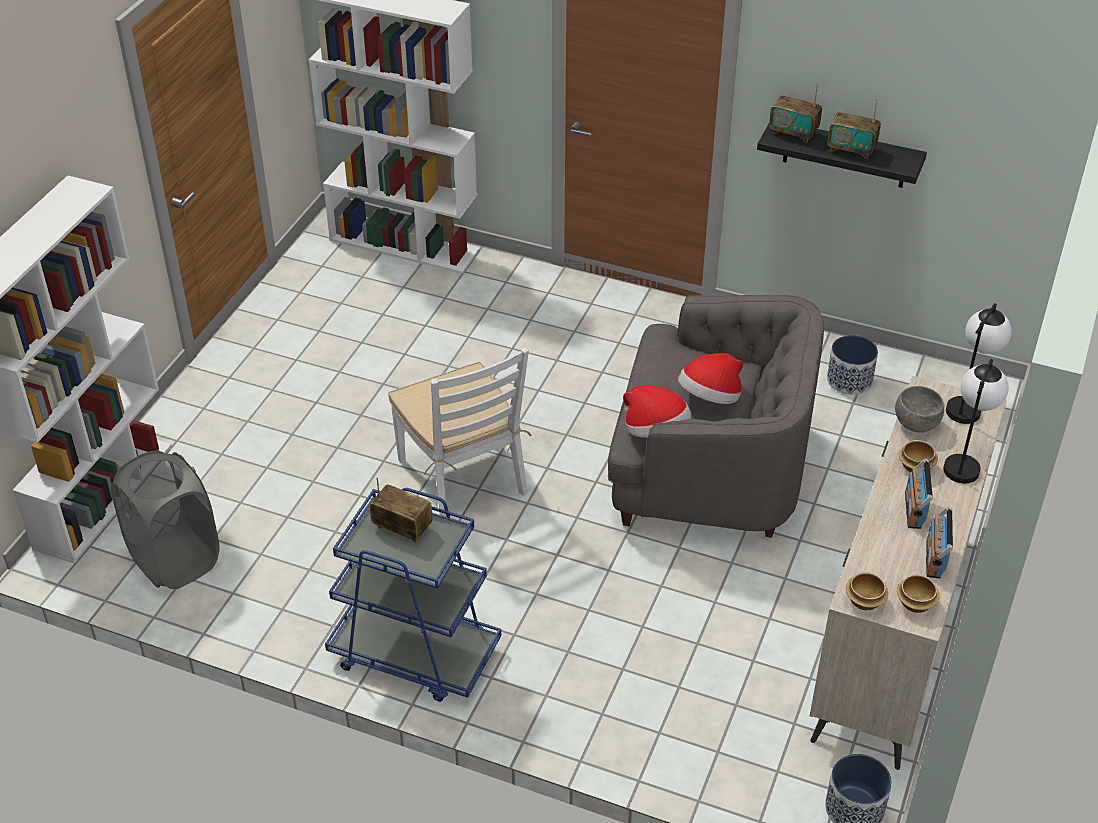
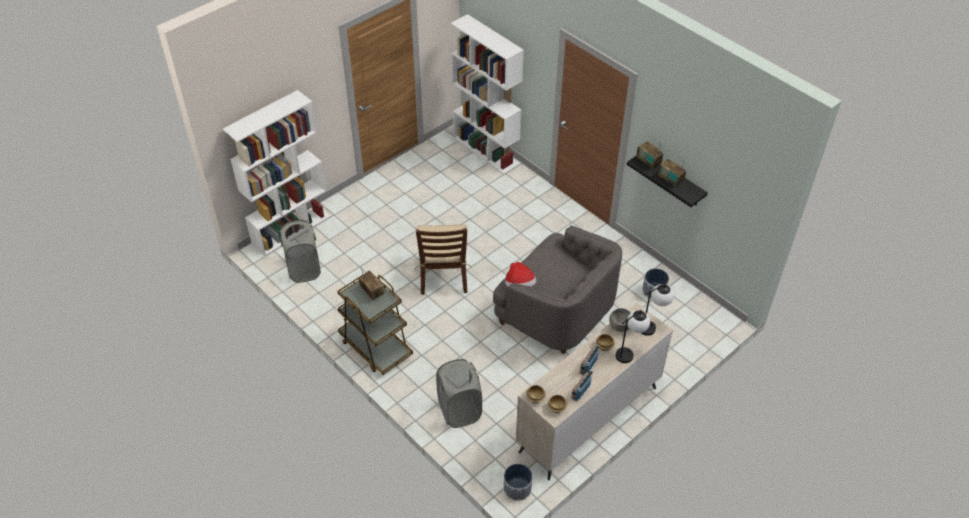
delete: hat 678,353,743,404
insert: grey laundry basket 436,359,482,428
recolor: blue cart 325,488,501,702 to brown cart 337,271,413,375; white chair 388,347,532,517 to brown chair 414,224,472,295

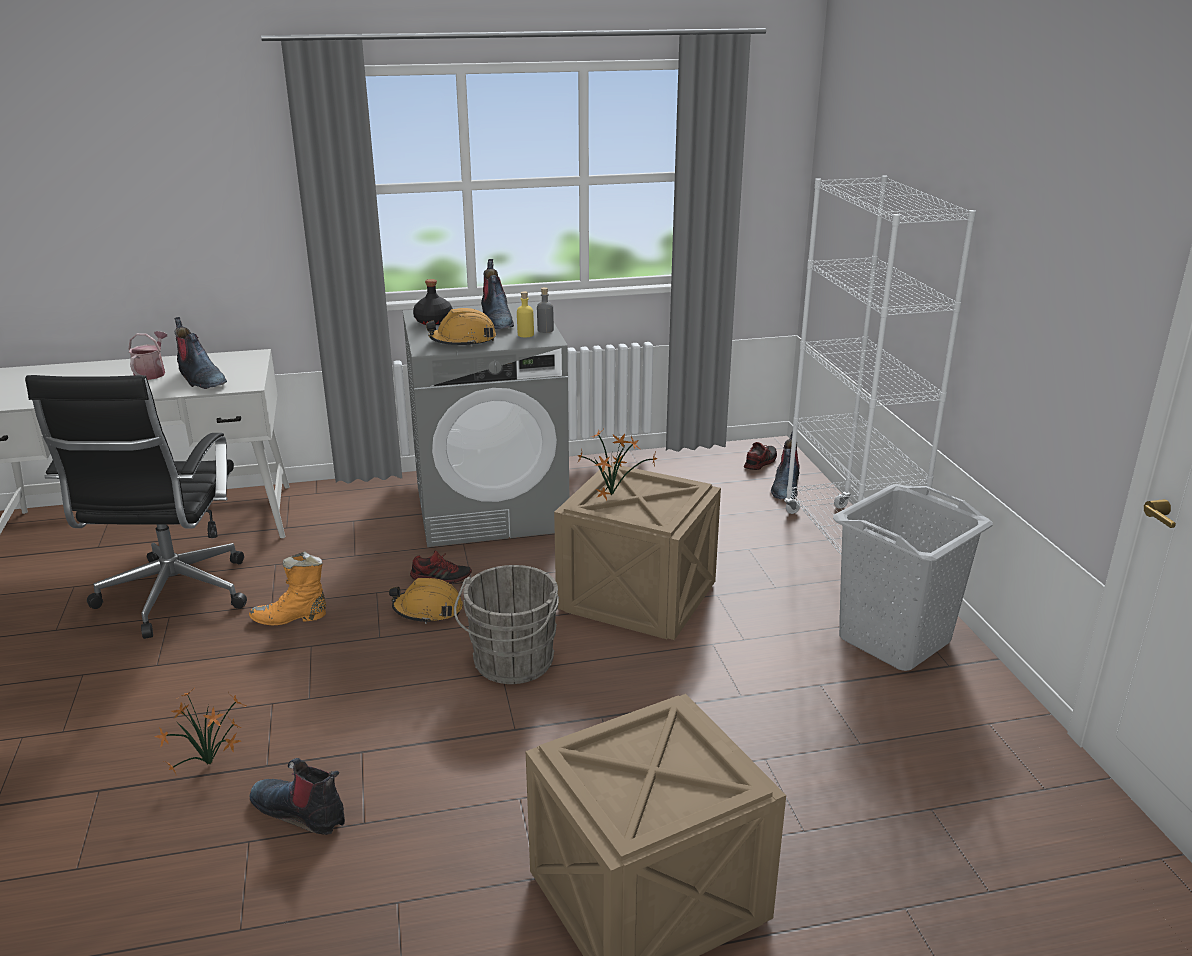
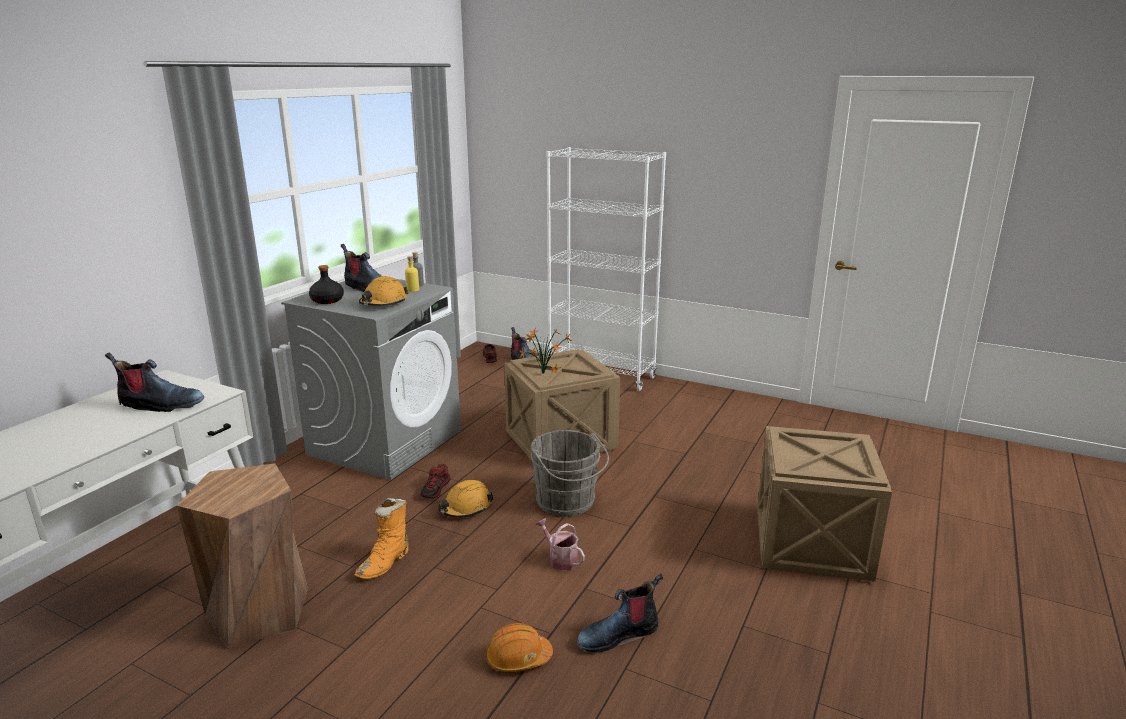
delete: grey laundry basket 833,484,993,671
move: watering can 128,331,167,380 to 535,518,585,570
replace: black office chair 25,375,247,639 to brown stool 177,463,308,648; potted plant 154,689,247,774 to orange hard hat 486,623,553,672
rotate: shoe 410,551,472,584 = 421,464,451,498 150 degrees clockwise

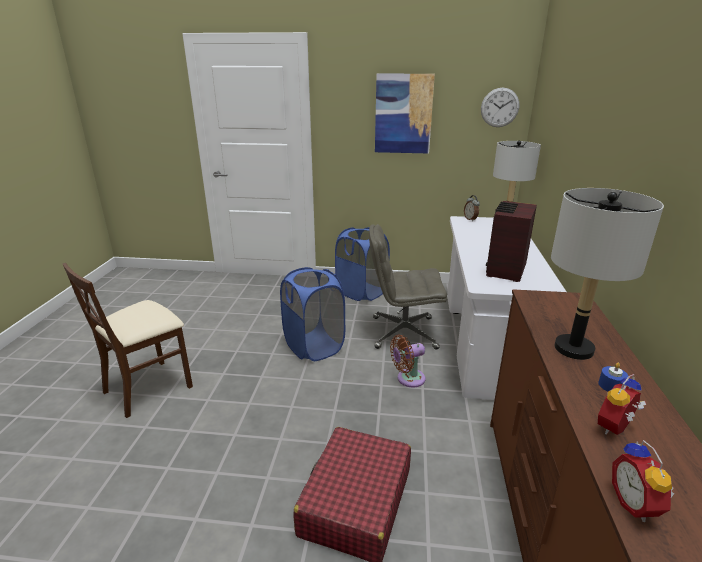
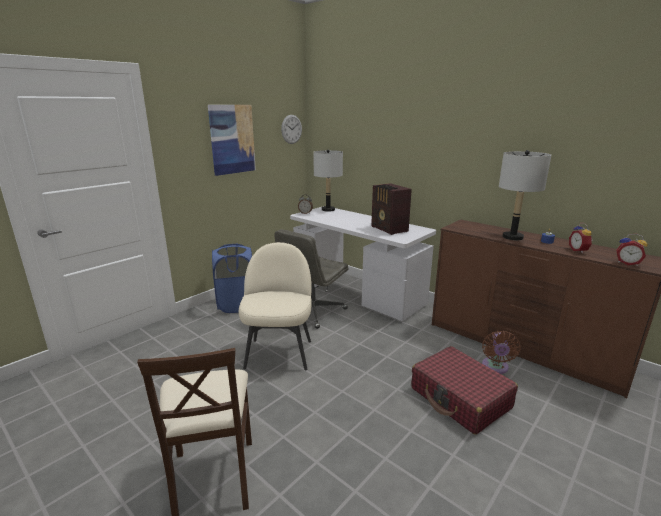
move: brown fan 390,335,426,387 to 482,331,521,374
replace: blue laundry basket 280,267,345,361 to beige chair 239,242,312,370

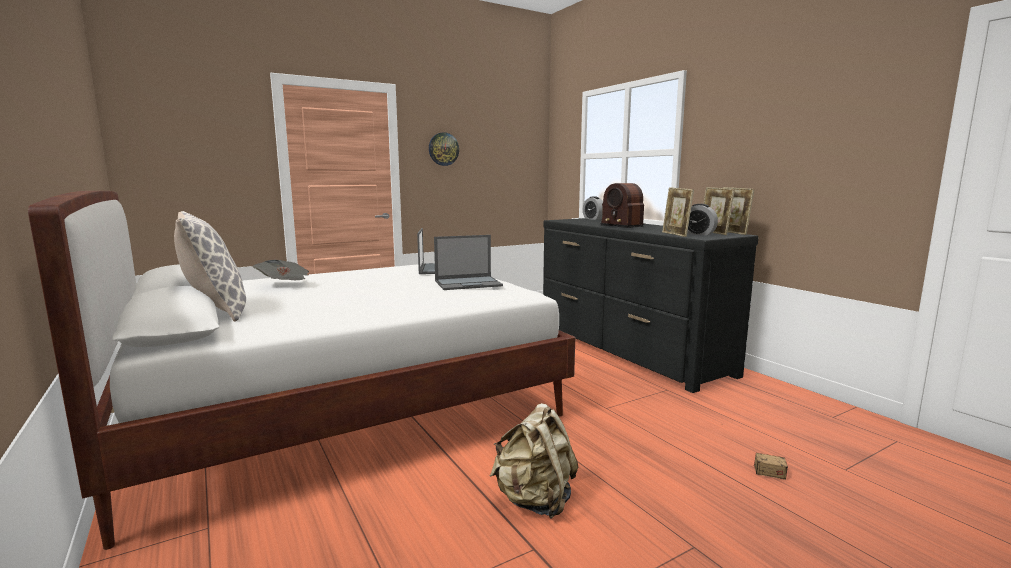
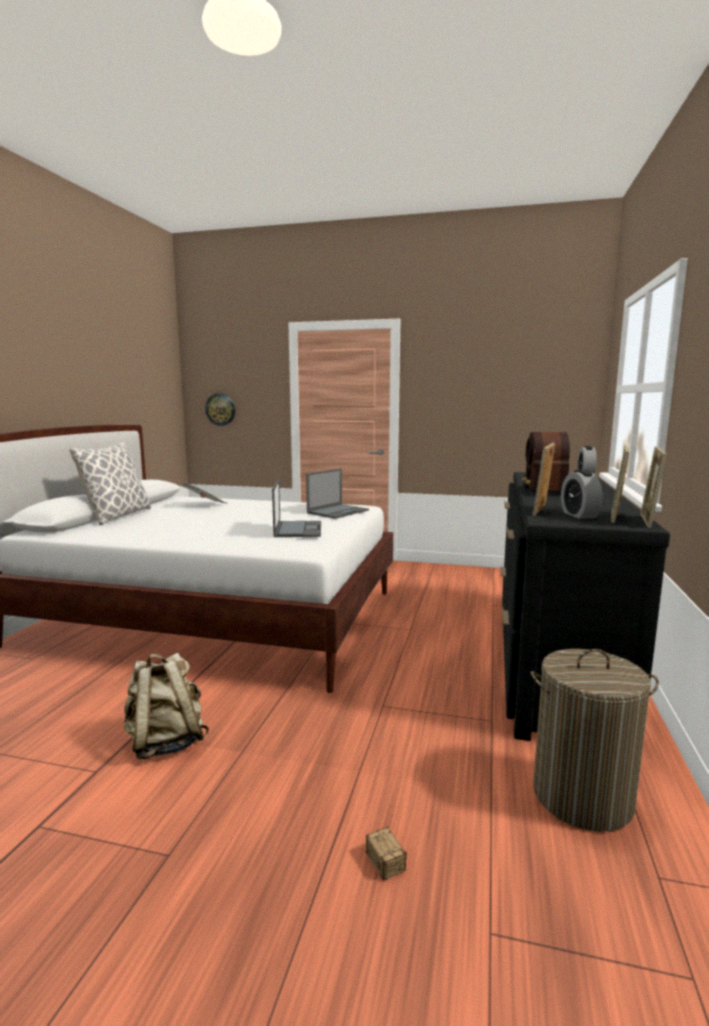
insert: laundry basket 530,649,659,832
move: wall clock 429,132,459,166 to 205,393,235,426
rotate: laptop 434,235,503,290 = 272,479,321,537 120 degrees counterclockwise

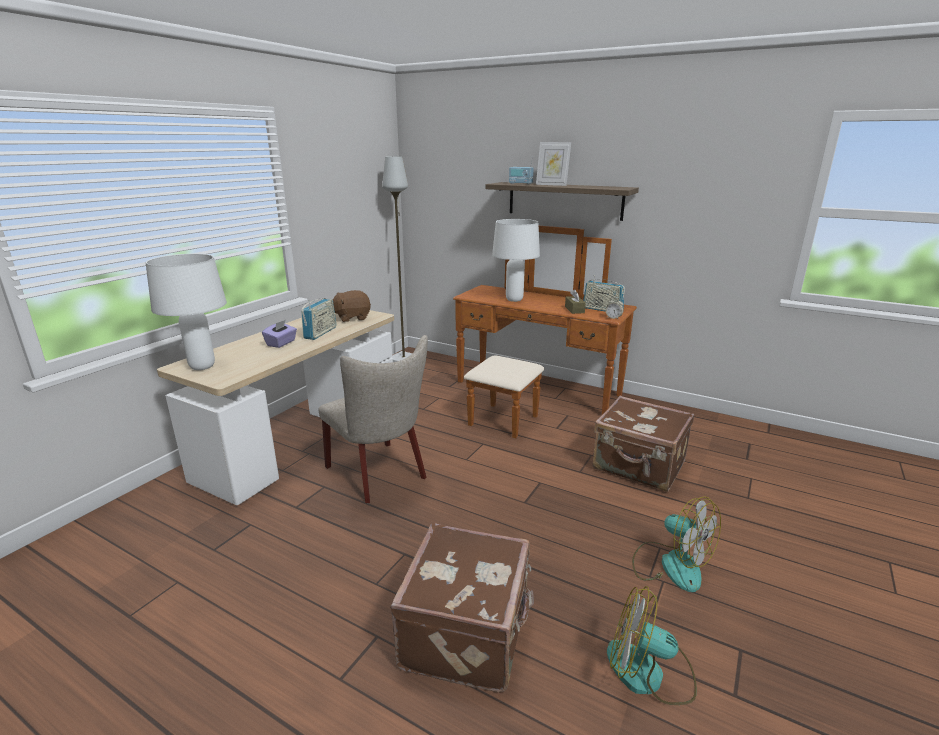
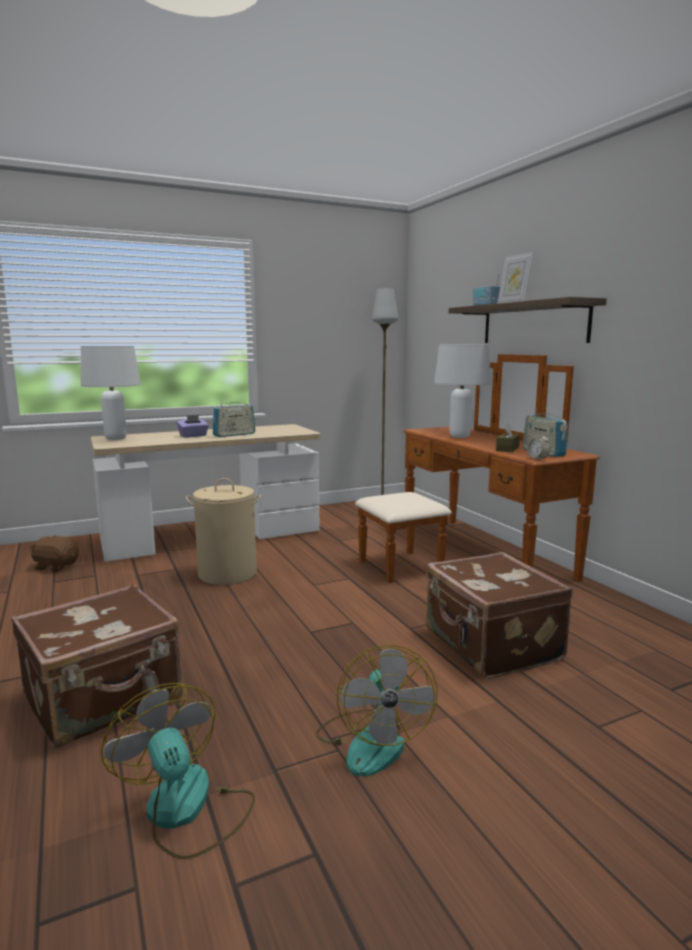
move: brown plush toy 333,290,371,322 to 30,535,79,572
replace: beige chair 318,335,428,503 to beige laundry basket 186,478,261,585

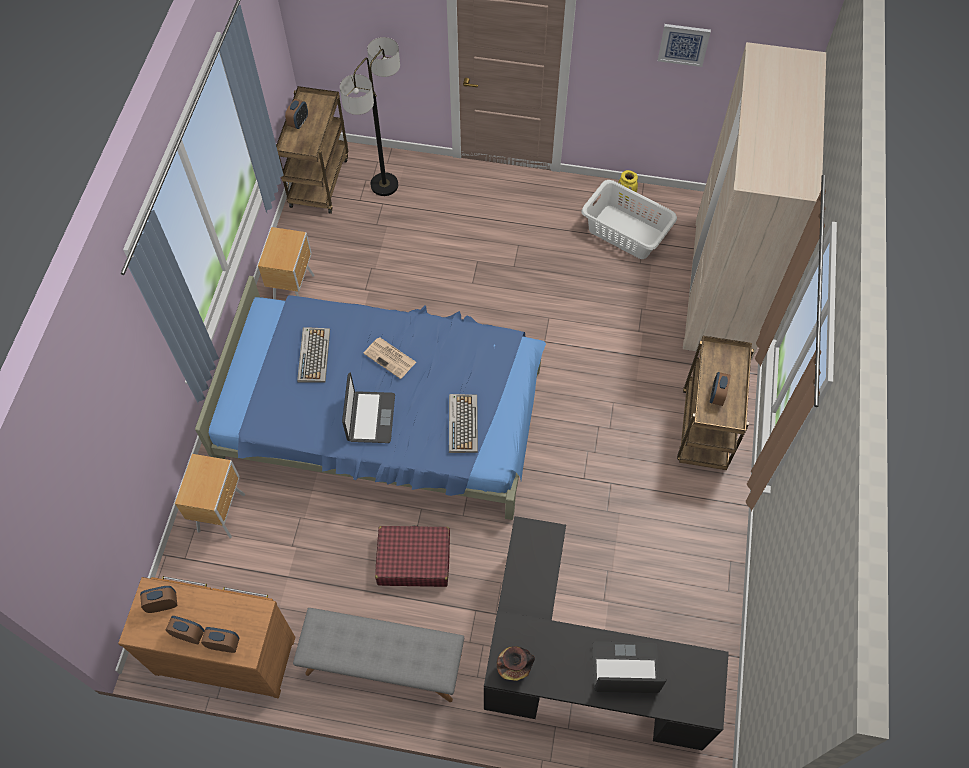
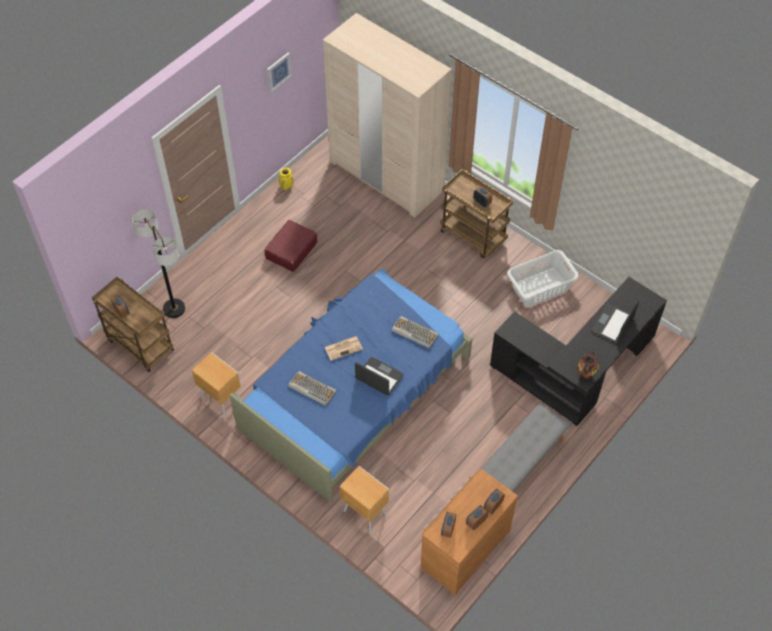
move: red suitcase 375,525,450,587 to 264,220,317,272; white laundry basket 581,180,677,259 to 507,250,579,307

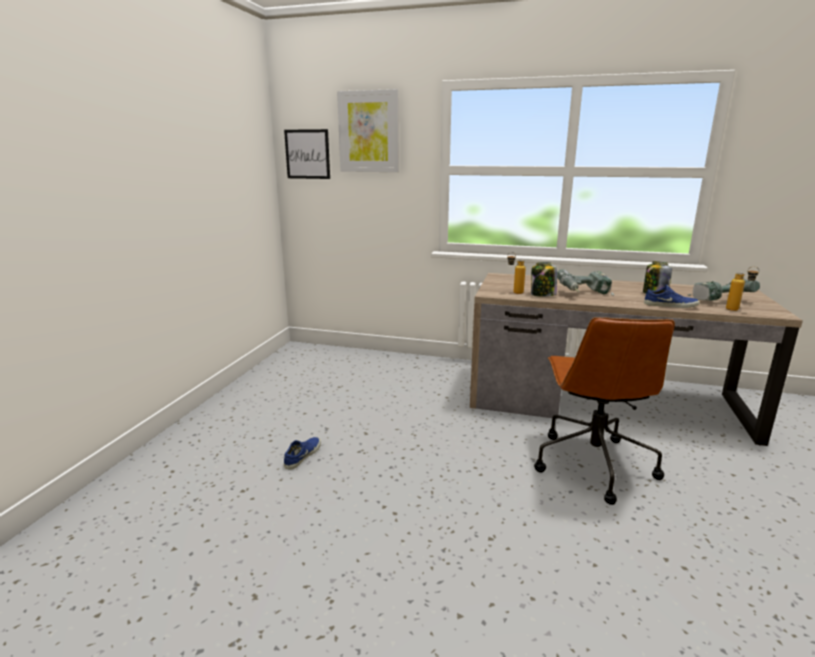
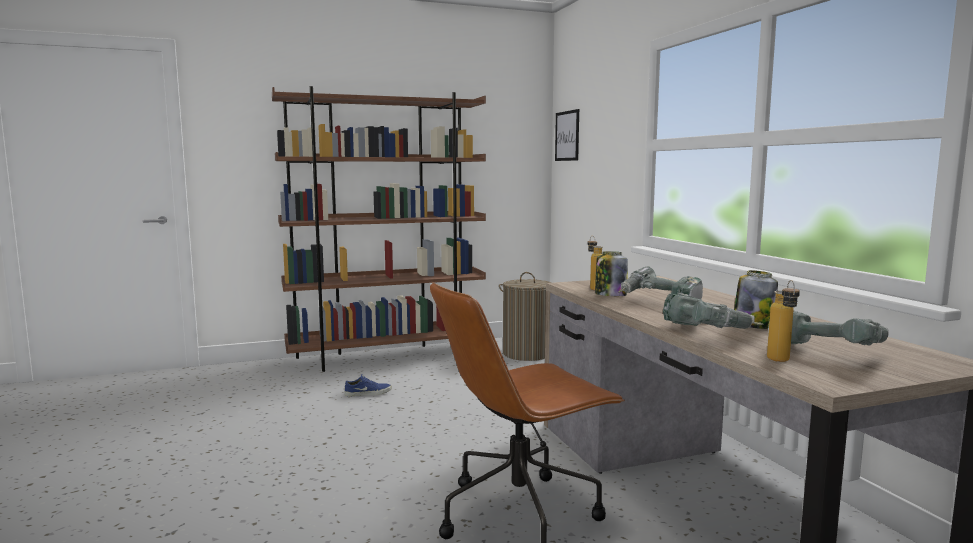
delete: picture 337,89,399,172
insert: brown bookcase 272,86,486,372; laundry basket 499,272,551,361
replace: blue shoe 644,284,699,308 to power drill 663,293,764,329

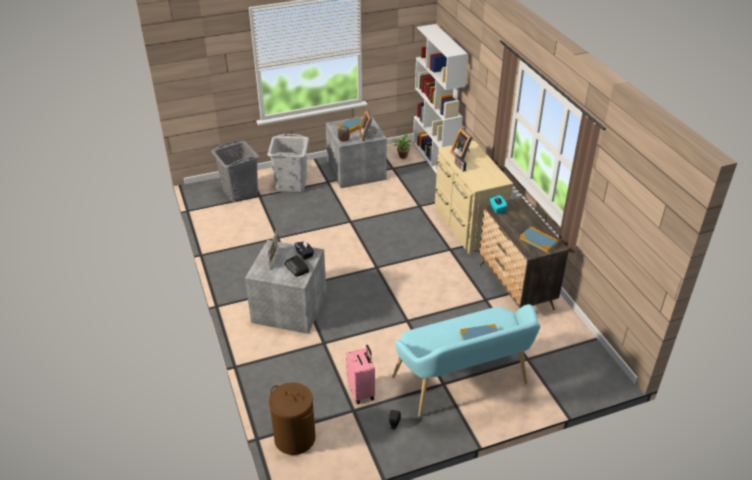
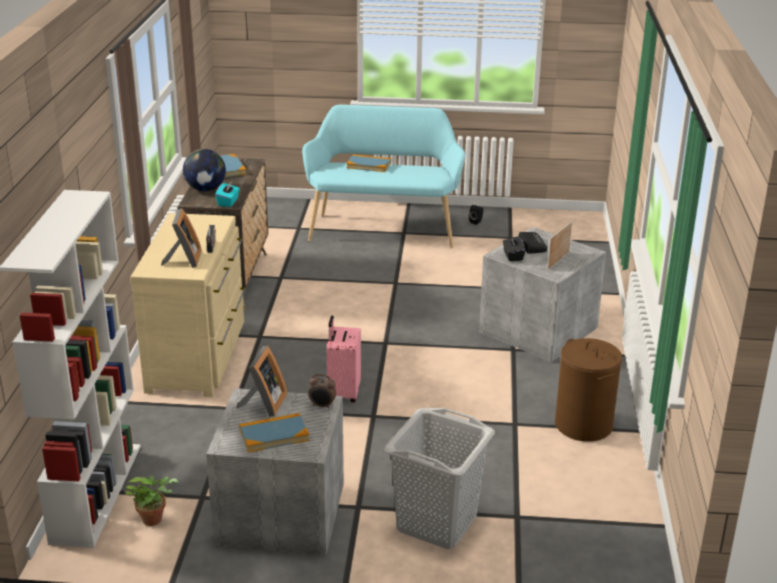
delete: grey laundry basket 211,141,260,202
insert: globe 183,149,226,191
move: brown laundry basket 269,382,316,455 to 555,338,622,442; pink suitcase 346,345,375,404 to 327,315,361,402

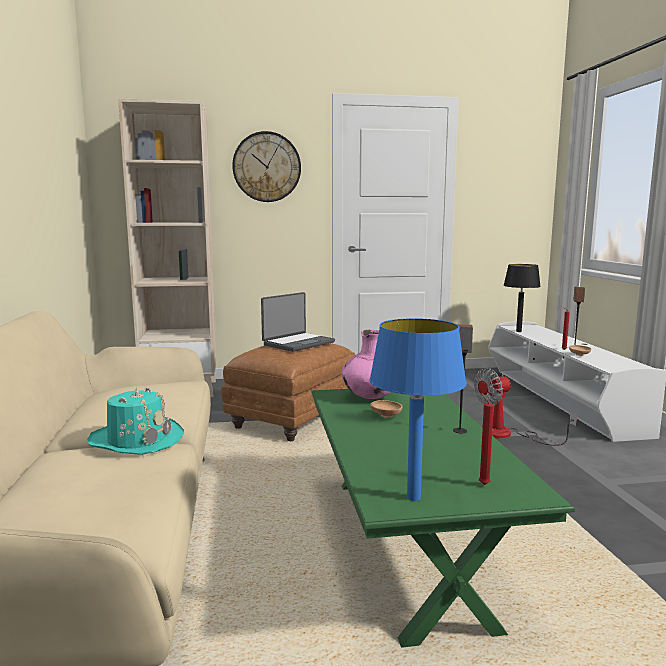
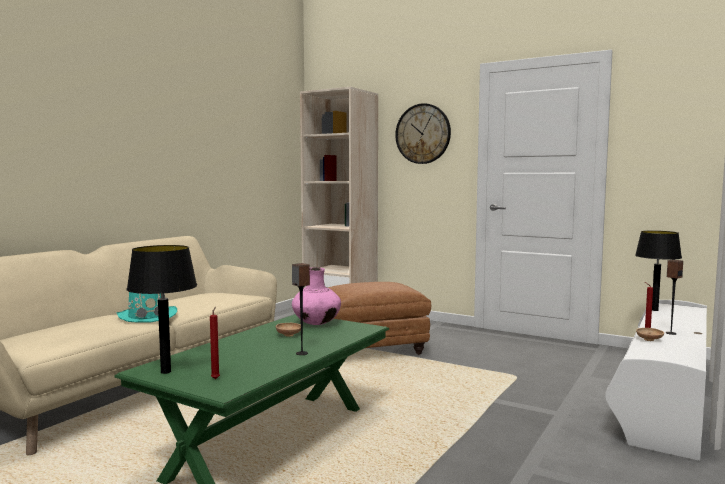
delete: laptop 261,292,335,352; fan 474,368,577,446
recolor: blue table lamp 369,318,467,501 to black table lamp 127,245,197,374

